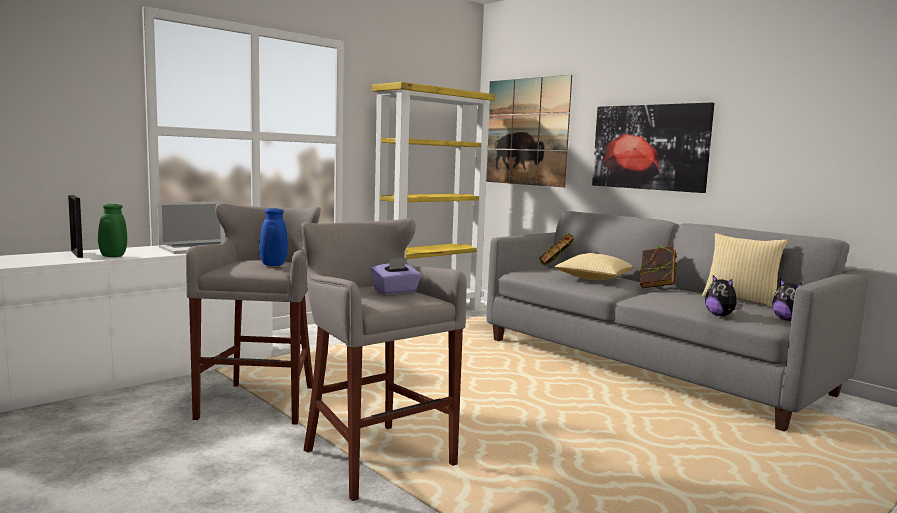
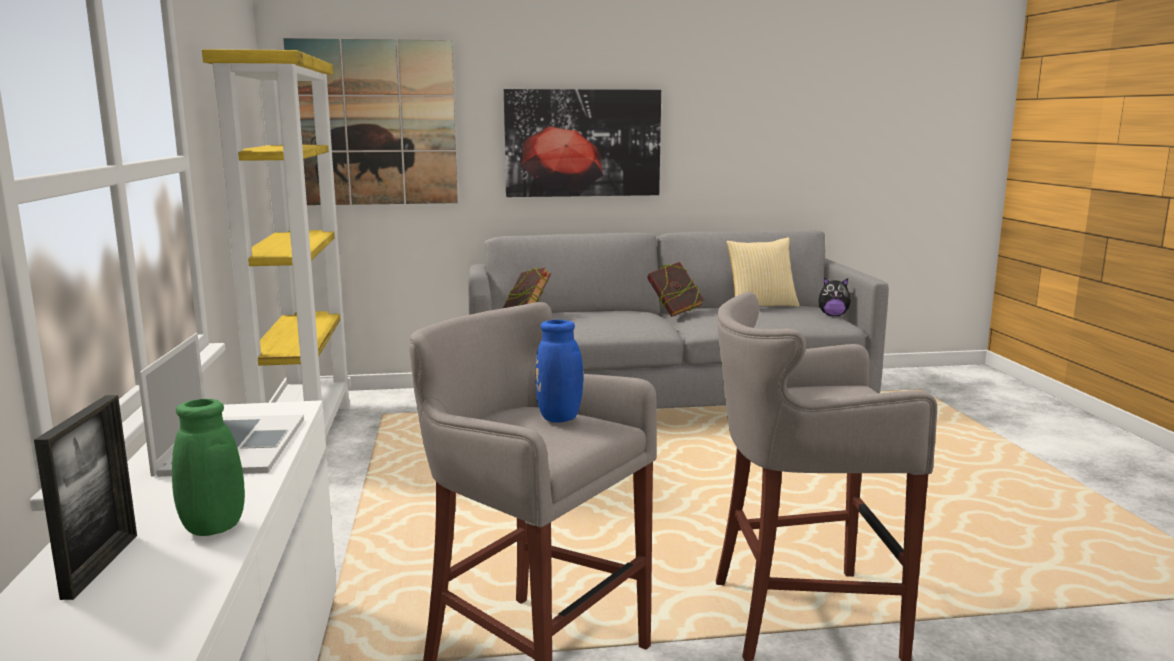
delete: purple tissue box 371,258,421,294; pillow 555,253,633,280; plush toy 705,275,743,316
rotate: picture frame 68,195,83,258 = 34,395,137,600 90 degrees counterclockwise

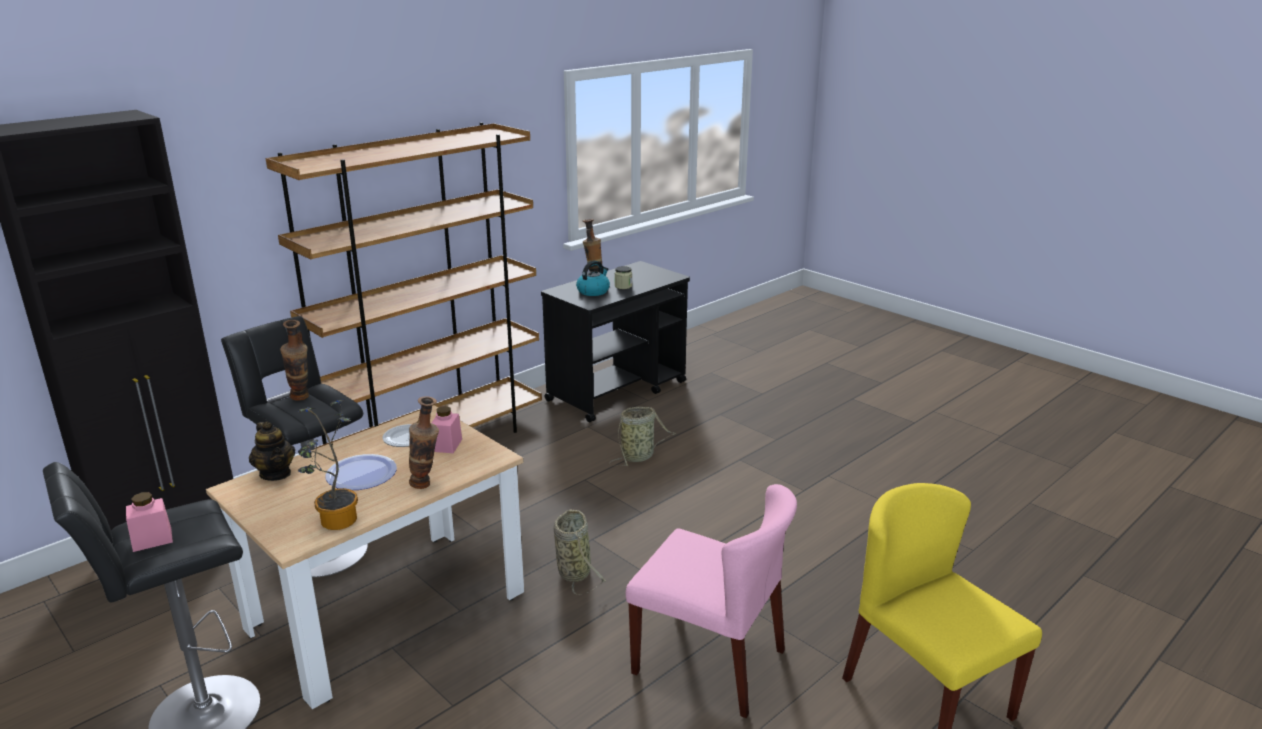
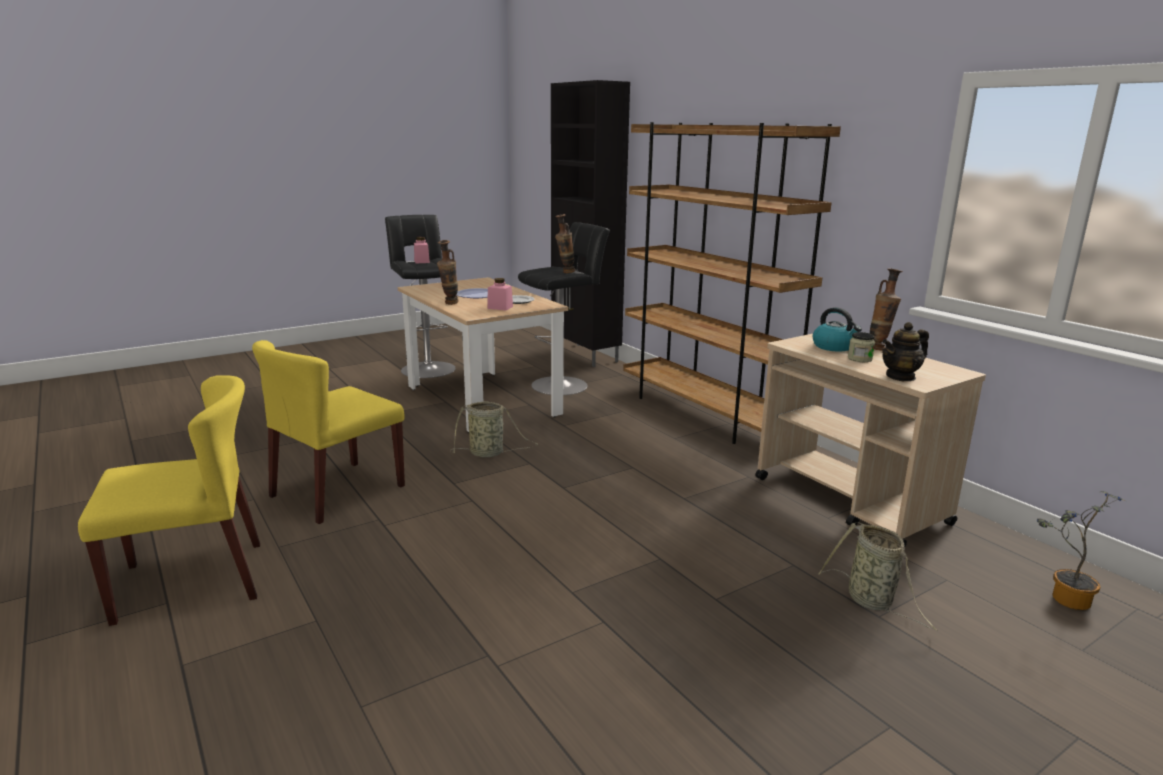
move: teapot 249,422,295,481 to 882,322,929,381; potted plant 298,399,358,530 to 1037,491,1128,610; basket 609,407,676,466 to 818,522,938,631
recolor: black cart 541,261,690,422 to beige cart 755,334,986,546; pink chair 626,484,797,718 to yellow chair 252,340,405,524

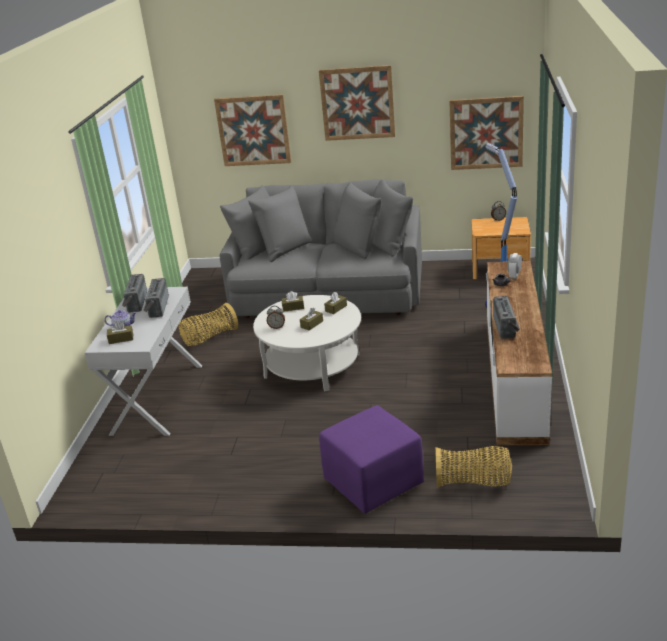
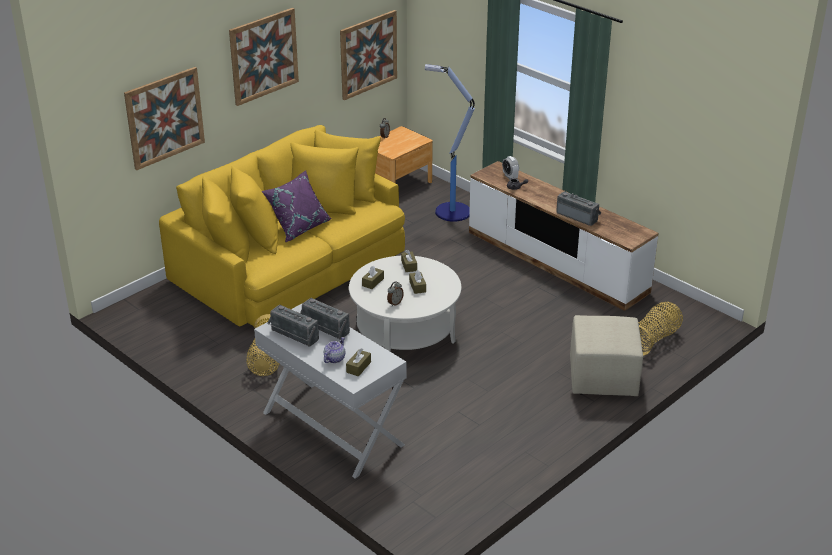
insert: purple pillow 261,170,332,243
recolor: grey sofa 219,179,422,318 to yellow sofa 159,125,405,328; purple ottoman 319,405,424,514 to beige ottoman 570,315,643,396

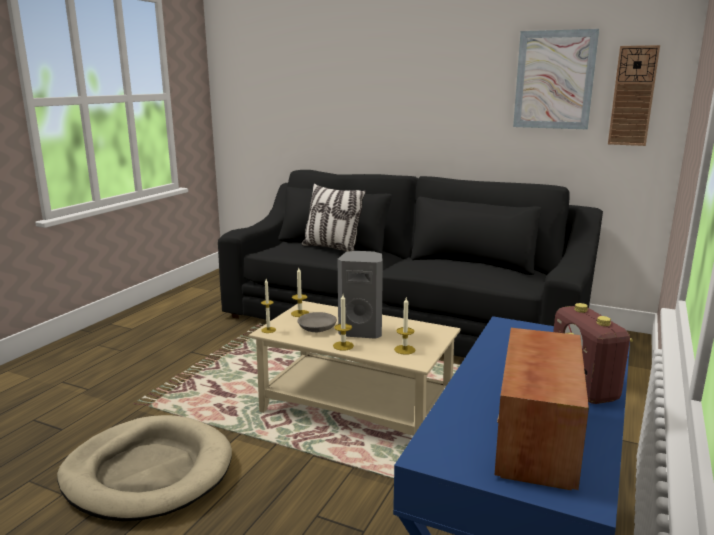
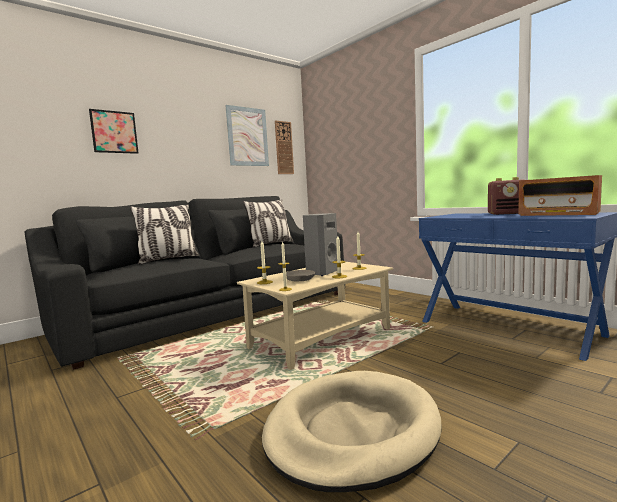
insert: picture 89,109,138,154; pillow 243,200,293,247

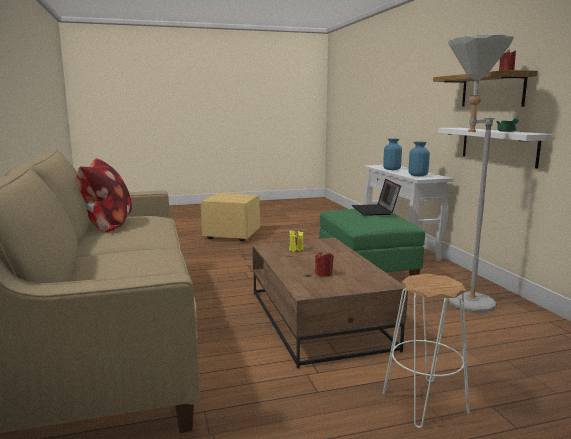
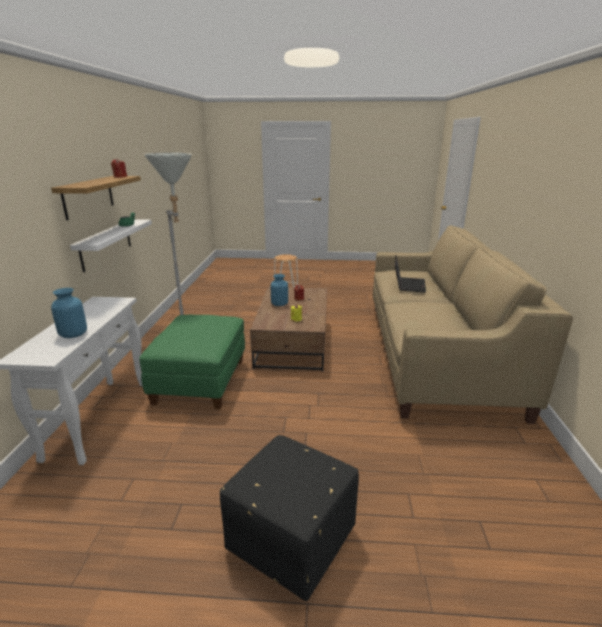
delete: pillow 76,158,132,232
move: laptop 352,179,401,216 to 395,255,426,292; blue vase 409,142,430,176 to 271,274,288,306
recolor: yellow ottoman 201,193,260,241 to black ottoman 220,435,359,601

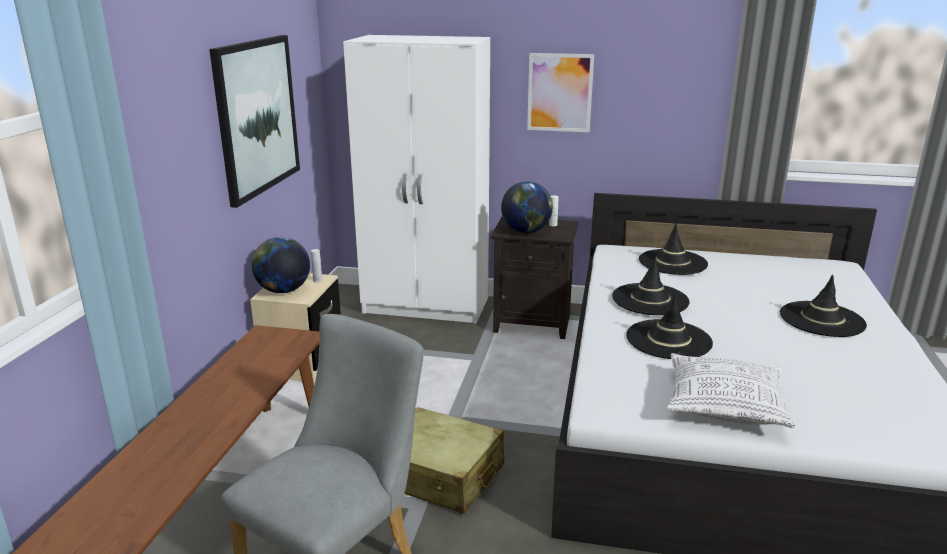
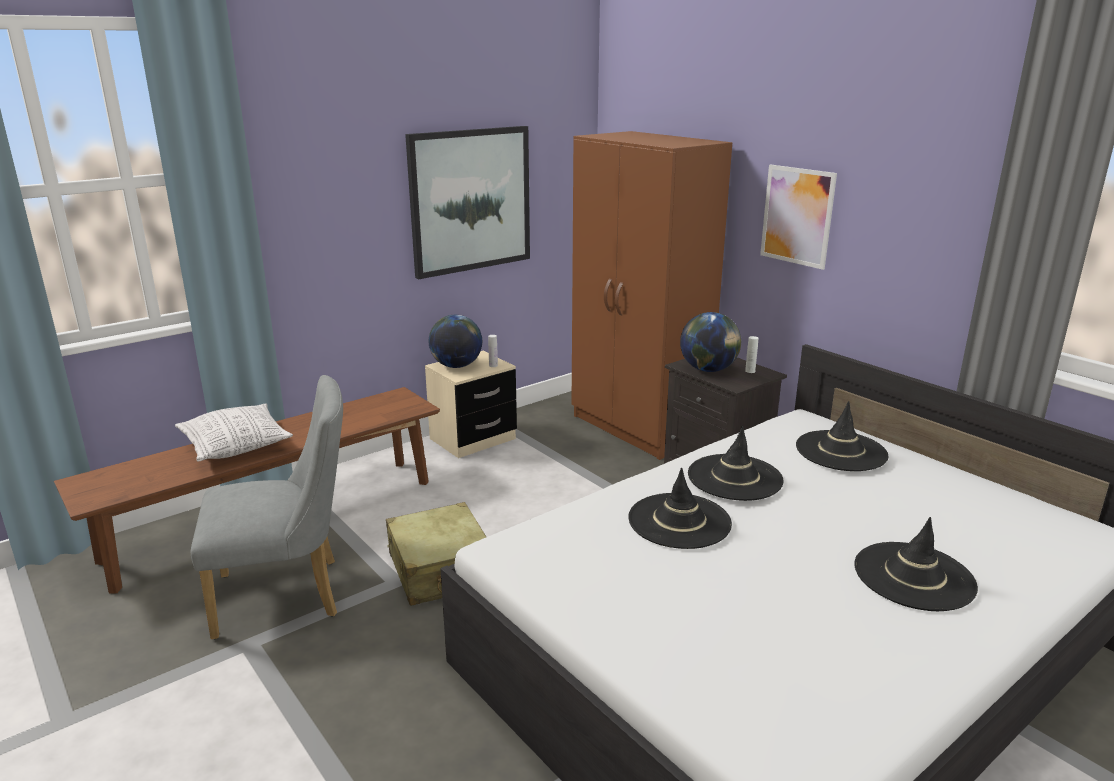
move: pillow 666,353,795,428 to 175,403,293,461
recolor: white wardrobe 343,35,490,324 to brown wardrobe 571,131,732,460

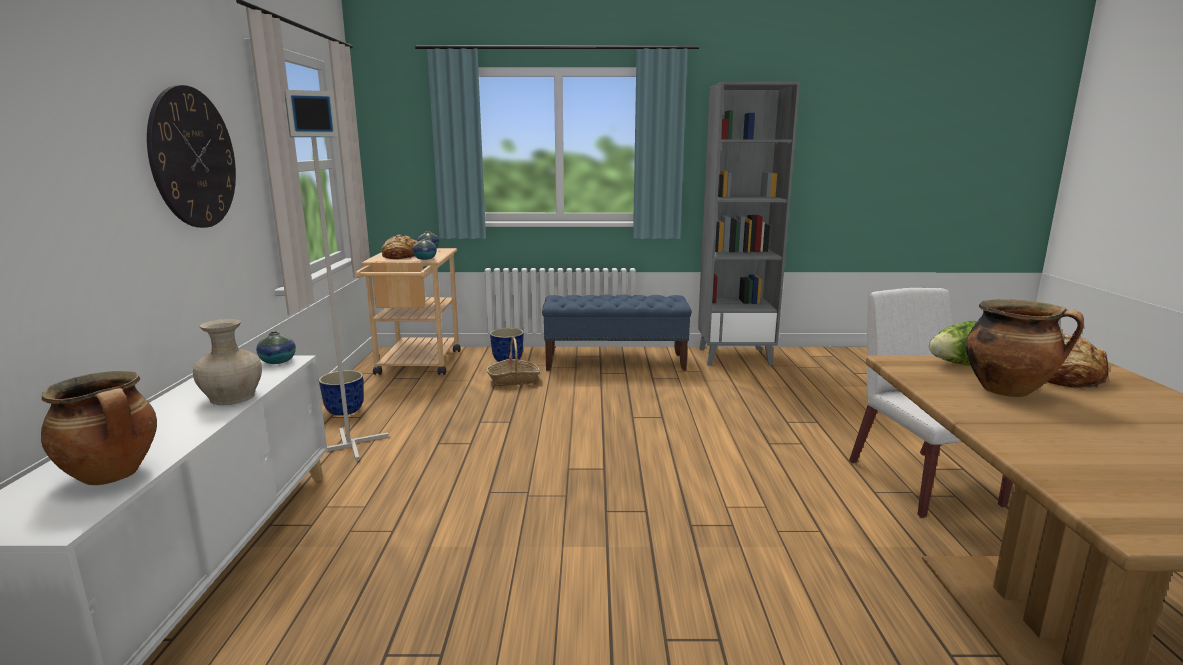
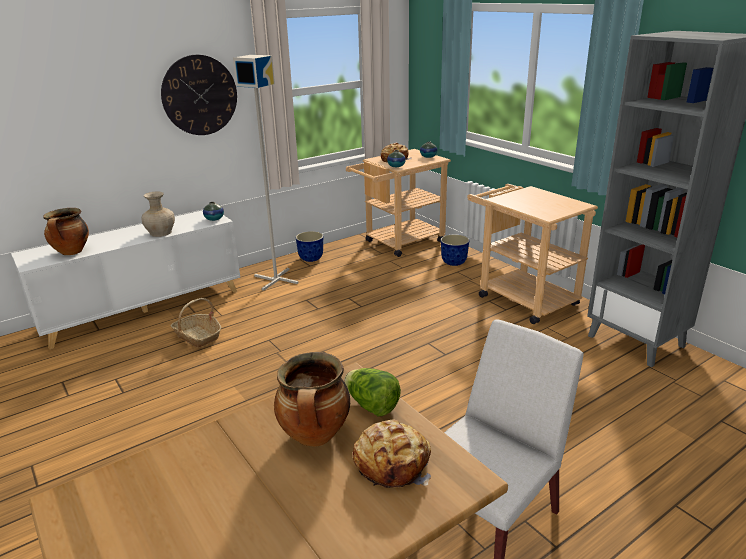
move: basket 486,337,540,386 to 170,298,221,348
replace: blue bench 542,294,692,371 to beige cart 467,184,598,324

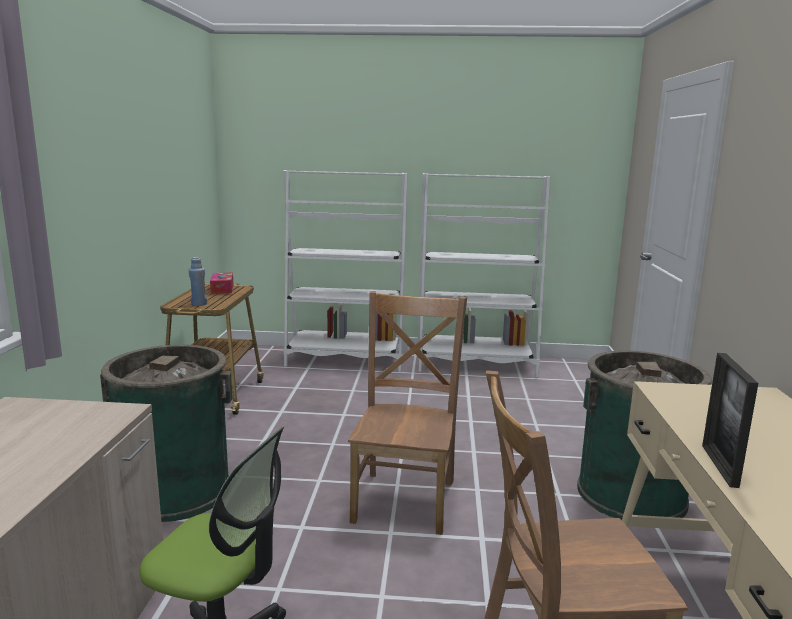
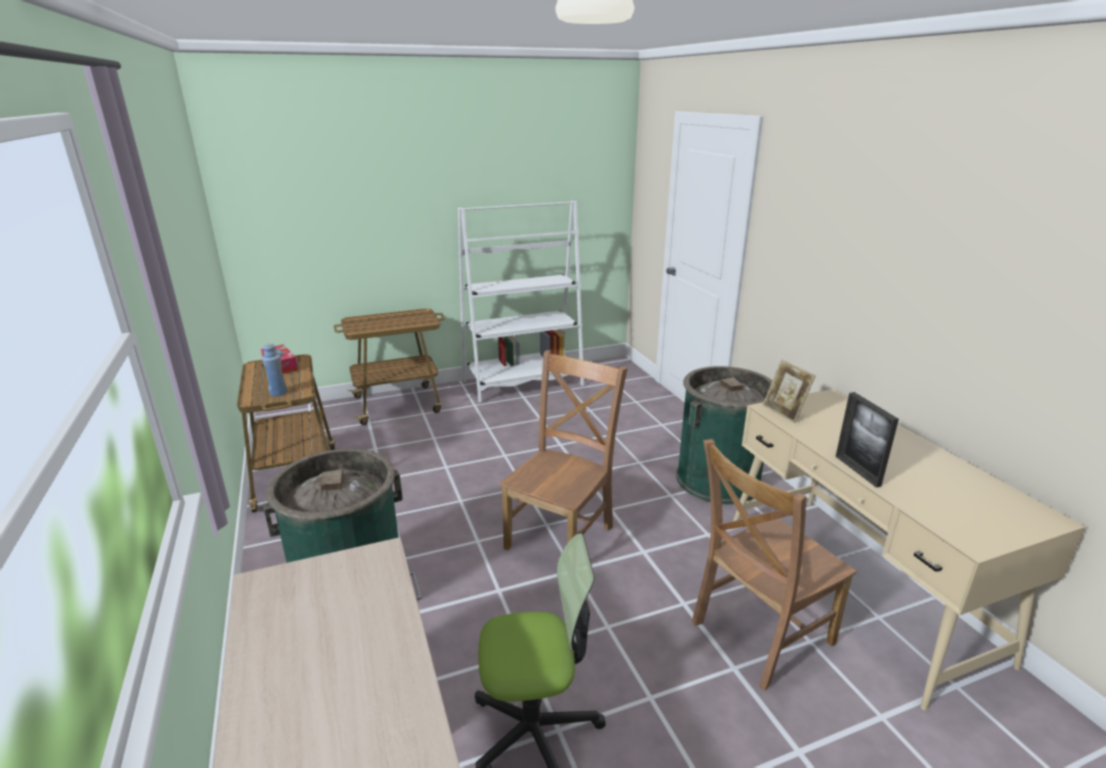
insert: picture frame 763,359,815,423
replace: white bookcase 283,170,408,372 to cart 334,309,445,425
rotate: brown chair 348,291,467,535 = 500,350,628,550 45 degrees clockwise

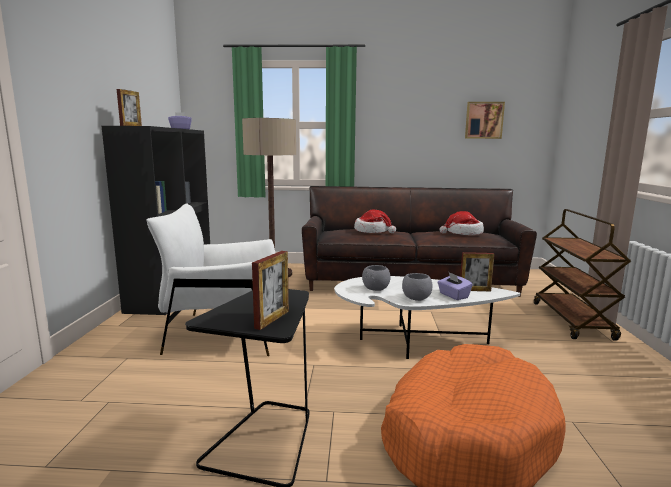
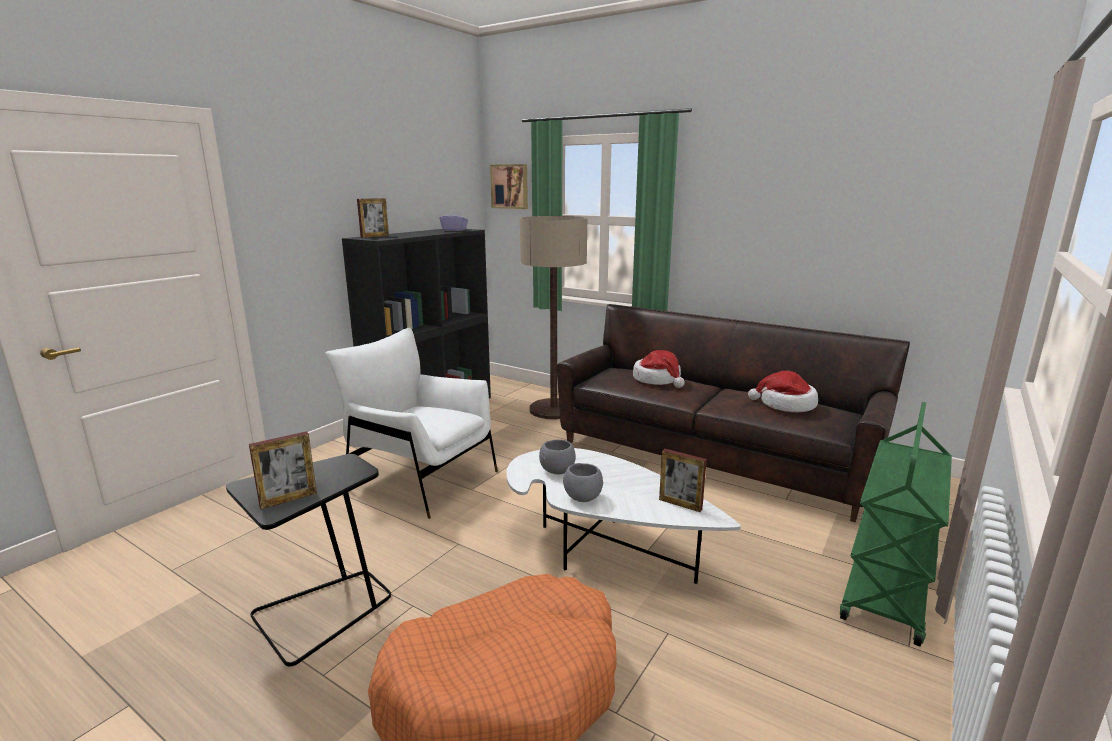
delete: purple tissue box 437,272,473,300
move: picture 465,102,505,139 to 490,164,528,209
recolor: brown cart 534,209,631,341 to green cart 840,402,952,647

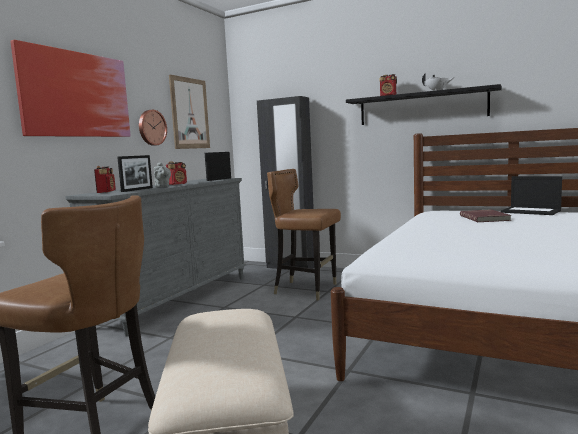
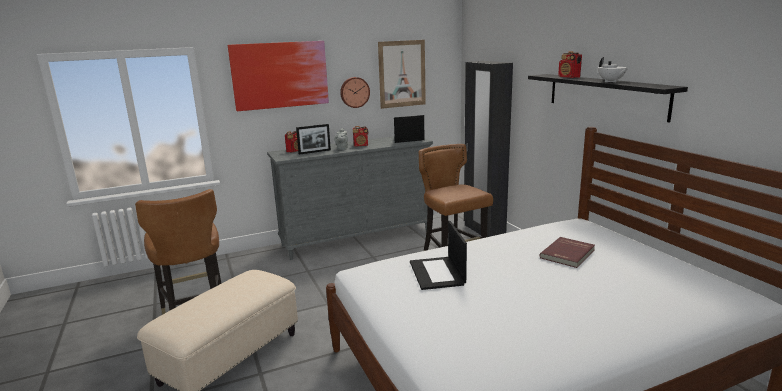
move: laptop 501,176,562,215 to 410,221,467,290

